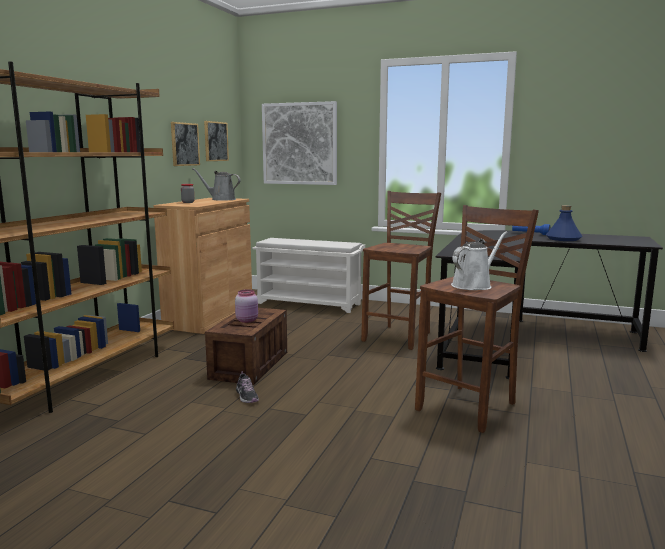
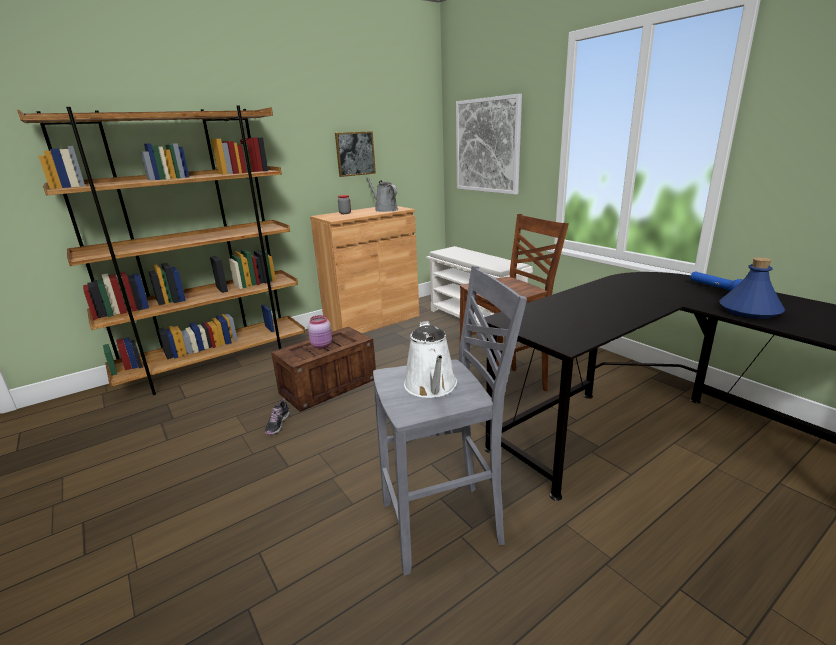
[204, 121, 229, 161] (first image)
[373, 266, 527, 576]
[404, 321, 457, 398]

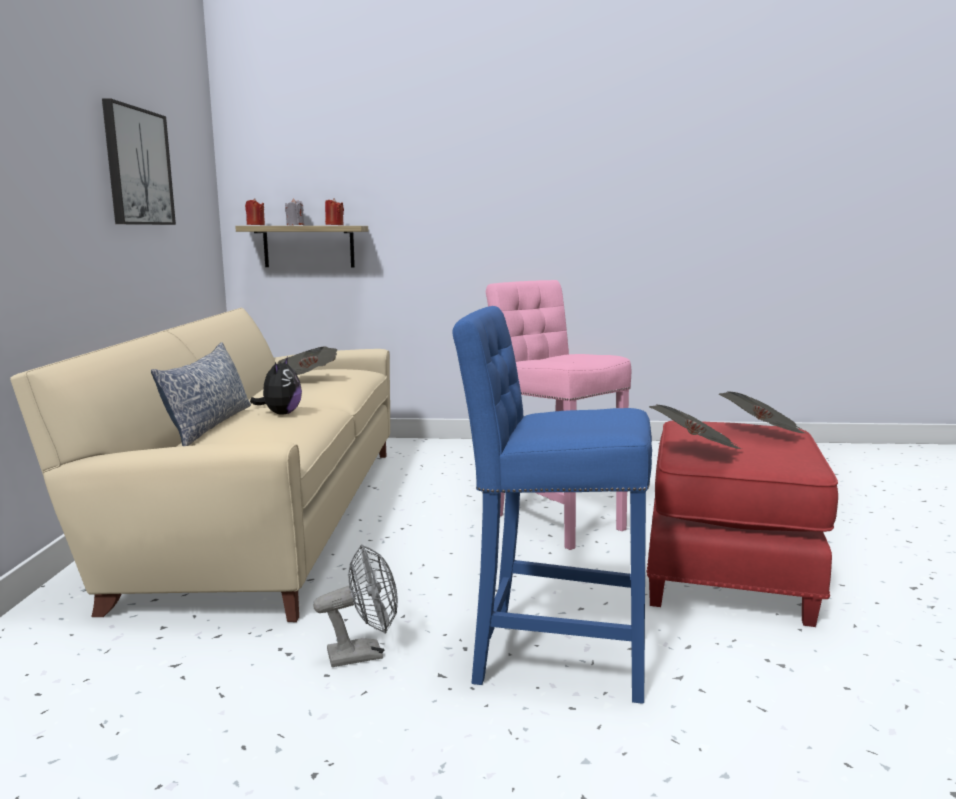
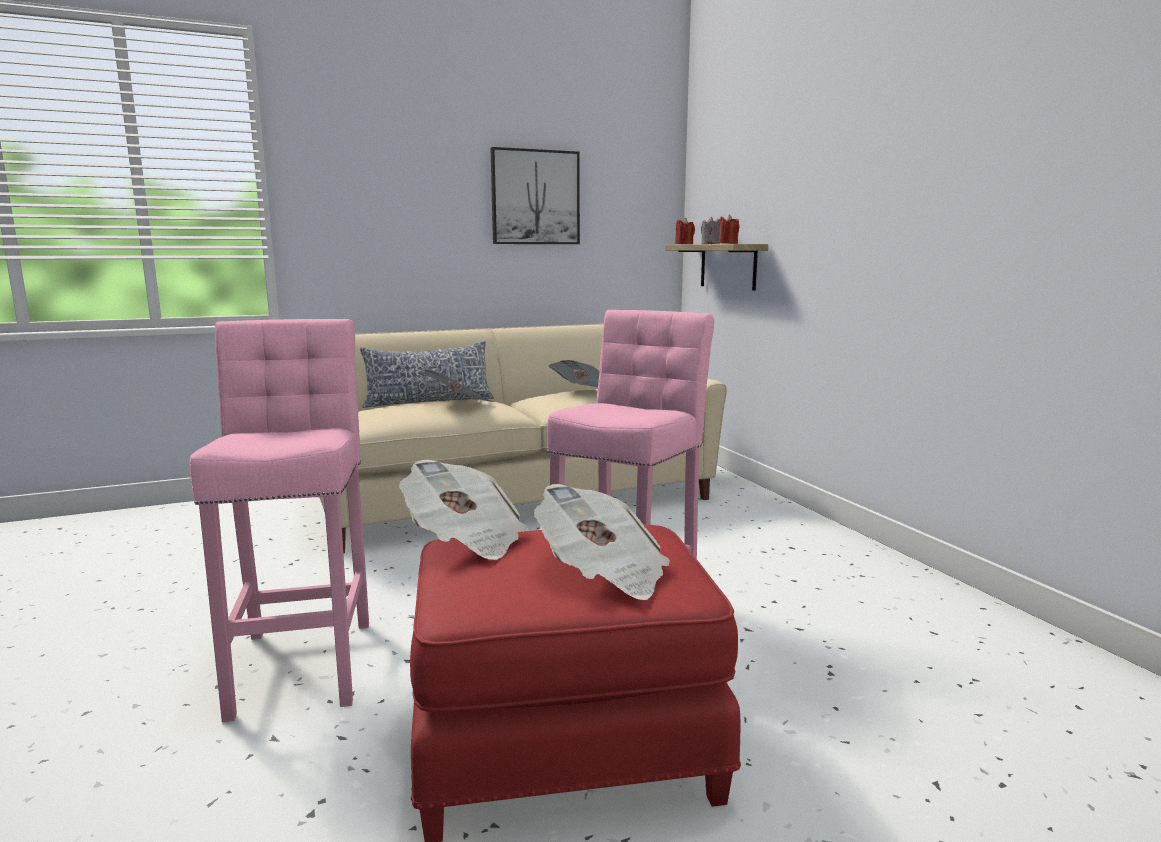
[422, 370, 494, 402]
[313, 544, 398, 667] (first image)
[189, 319, 369, 722]

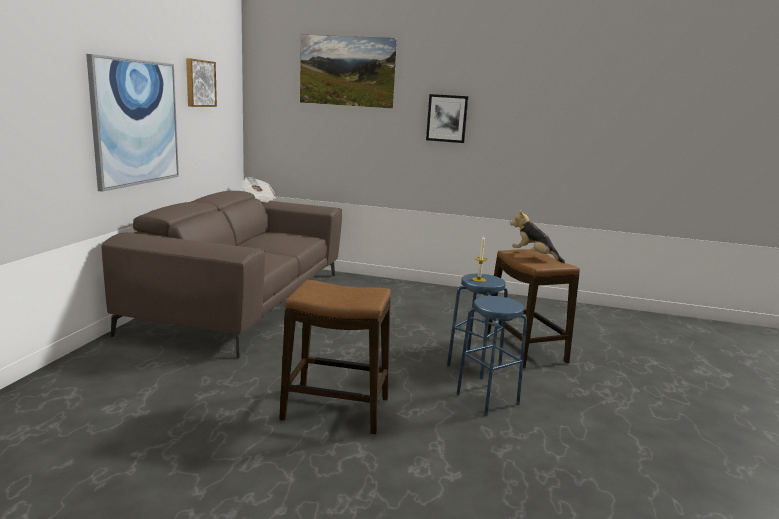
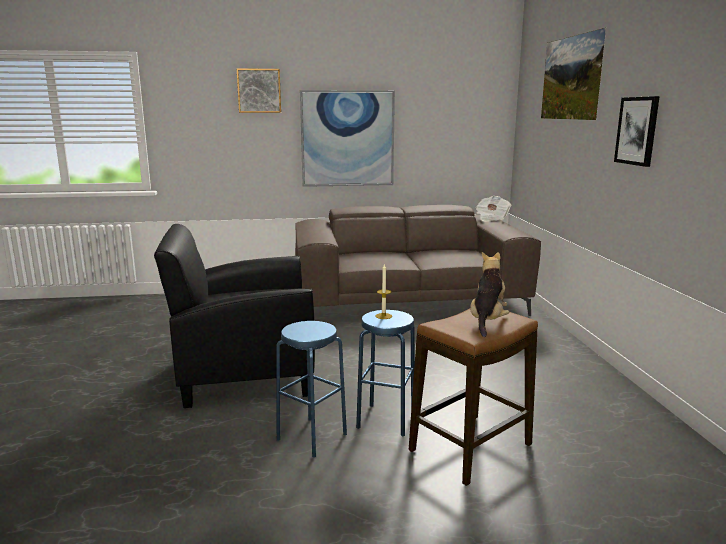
[237, 68, 281, 113]
[154, 224, 315, 408]

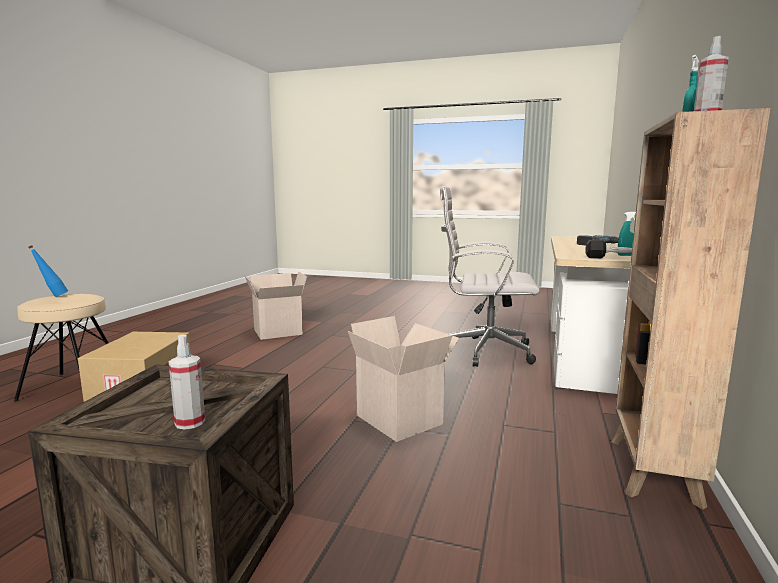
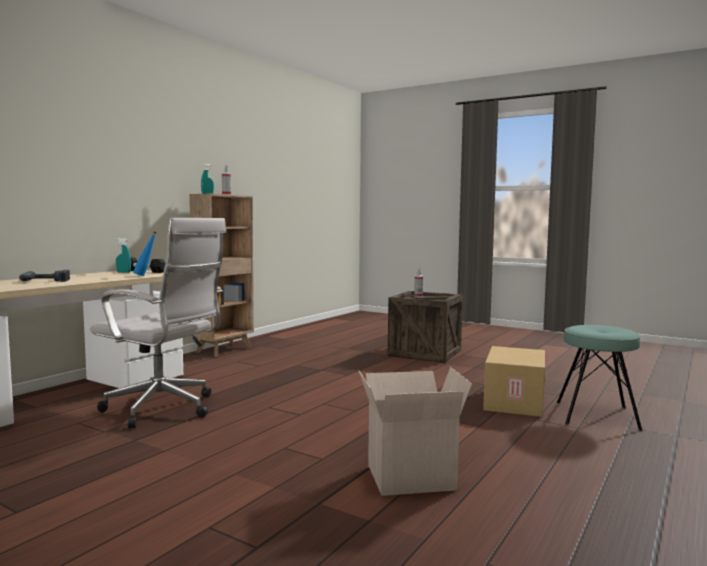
[557, 325, 642, 431]
[133, 231, 157, 276]
[348, 316, 459, 442] (first image)

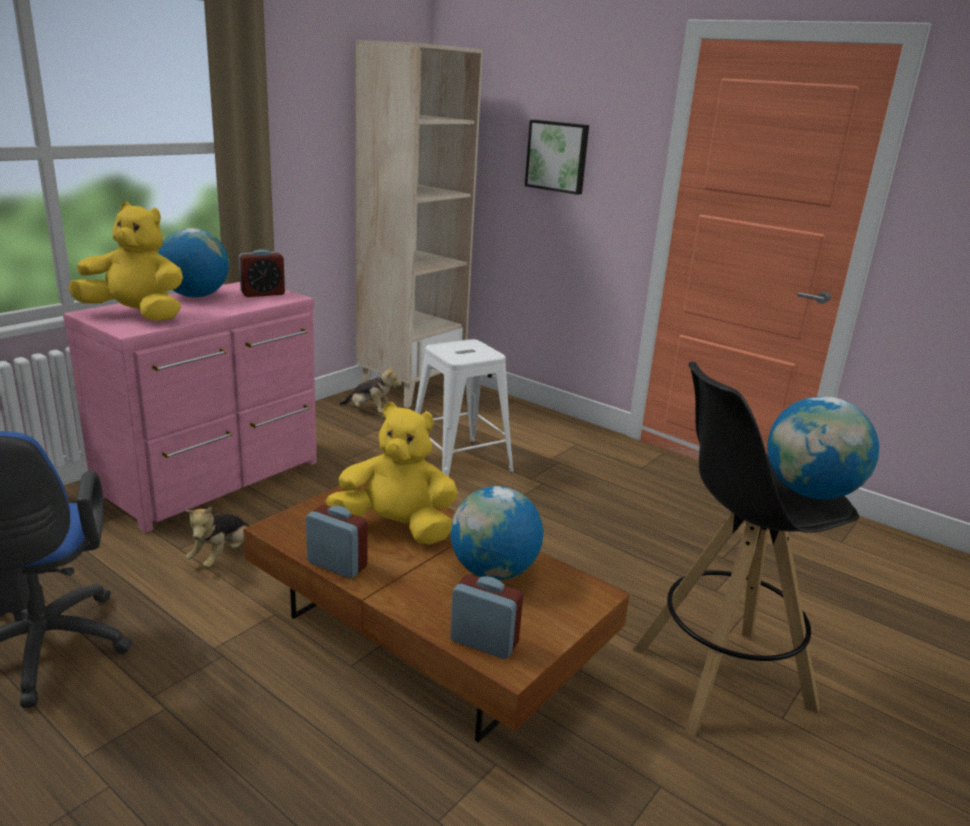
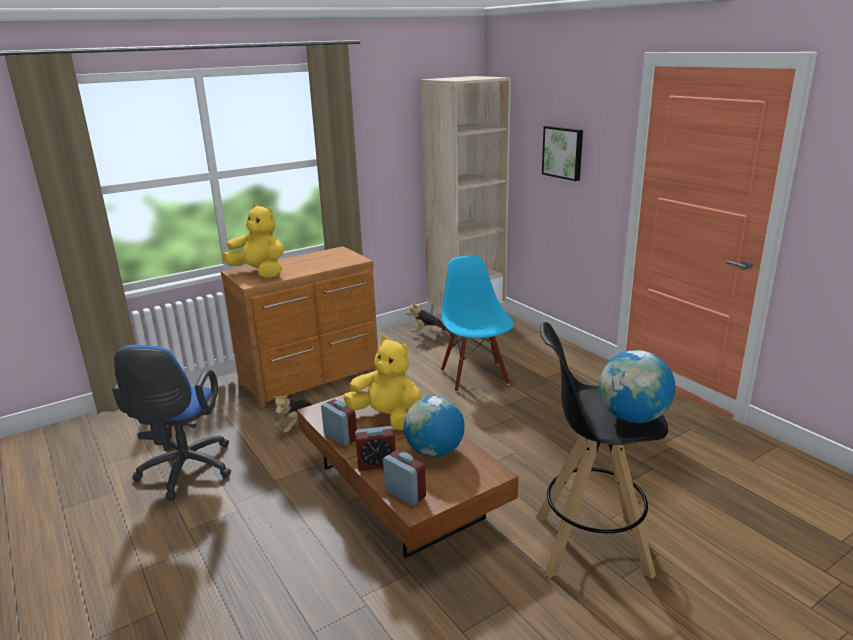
[221, 246, 378, 408]
[158, 228, 229, 297] (first image)
[355, 426, 396, 471]
[406, 301, 452, 336]
[441, 255, 514, 392]

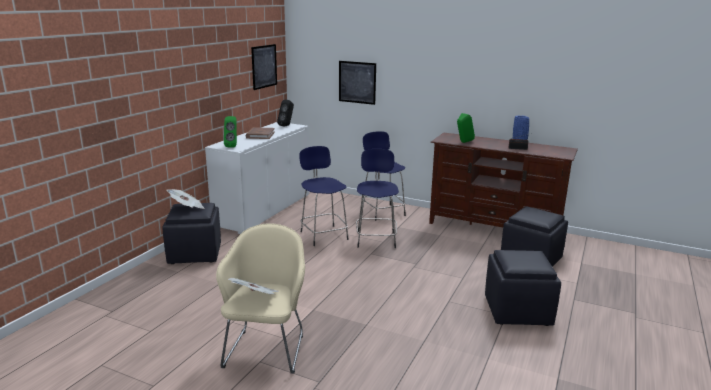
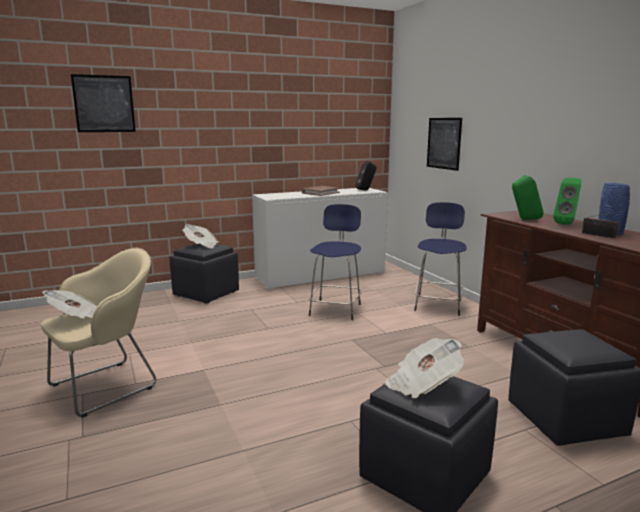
[553, 178, 582, 225]
[71, 74, 136, 132]
[356, 149, 399, 248] (first image)
[385, 338, 464, 398]

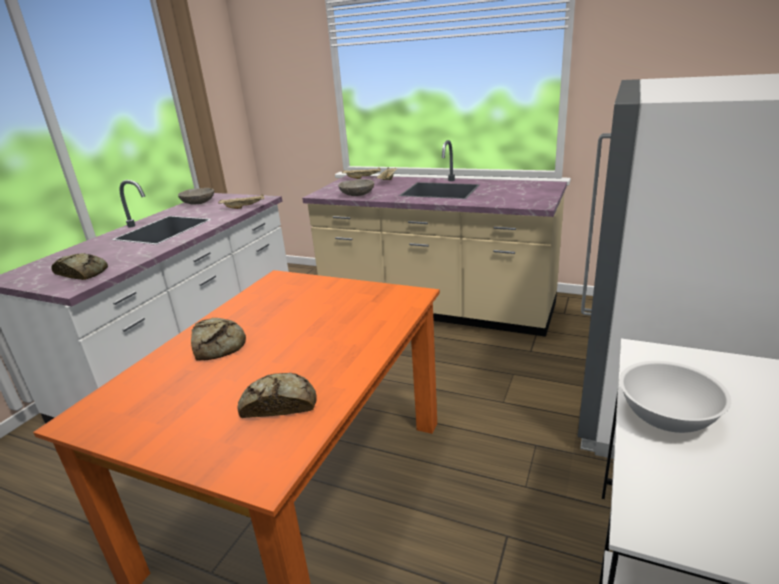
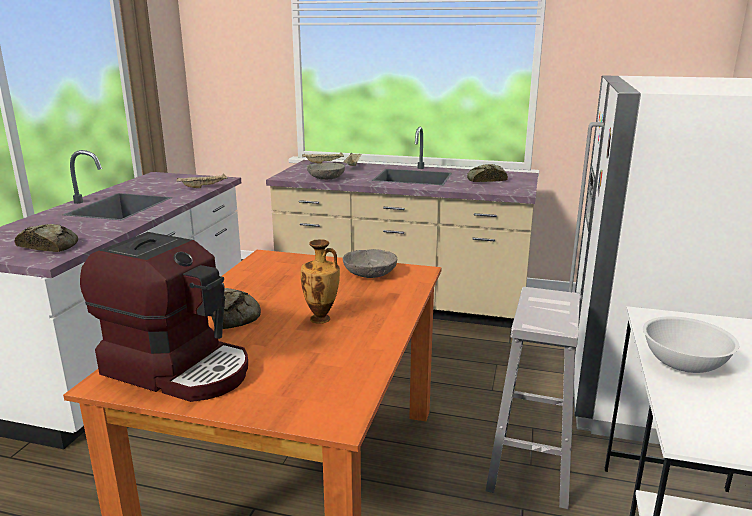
[342, 249, 398, 278]
[467, 164, 508, 182]
[80, 232, 248, 402]
[301, 239, 340, 324]
[486, 287, 580, 509]

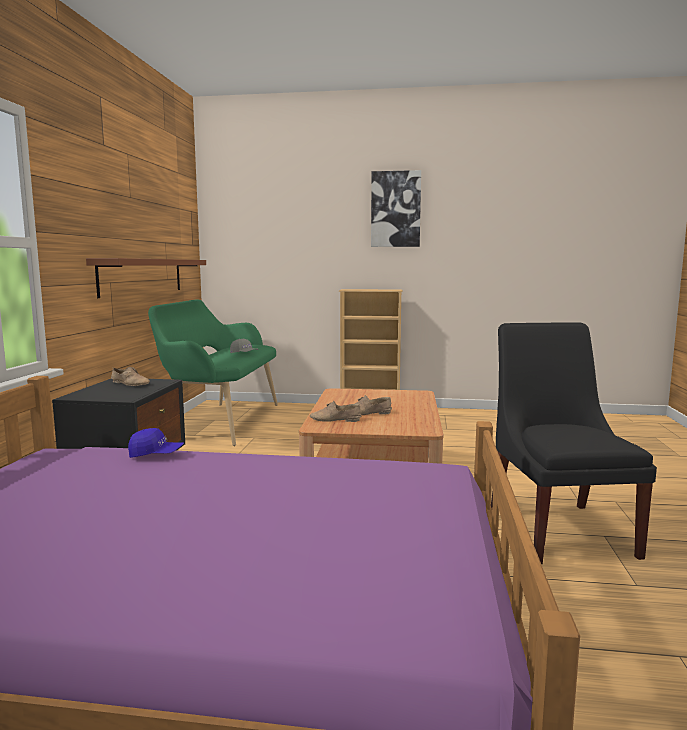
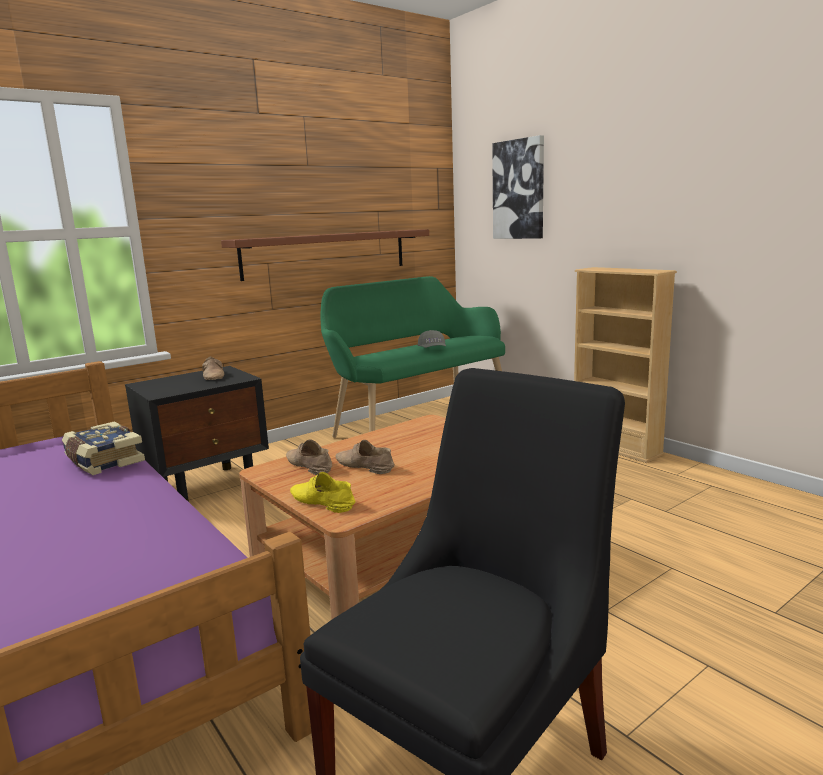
[62, 421, 145, 475]
[492, 135, 544, 239]
[290, 472, 355, 513]

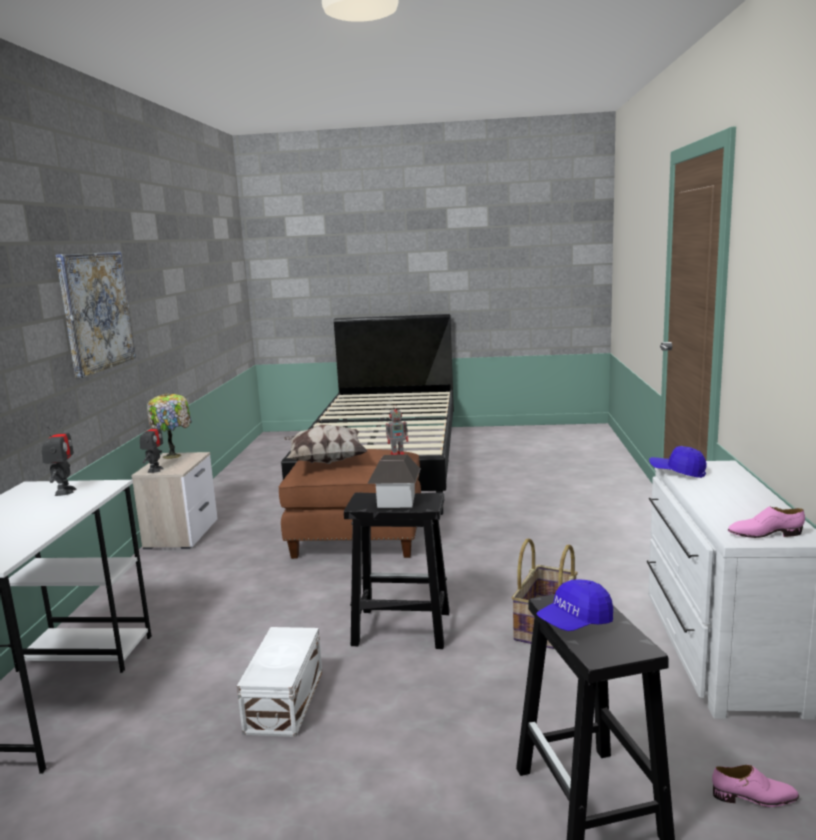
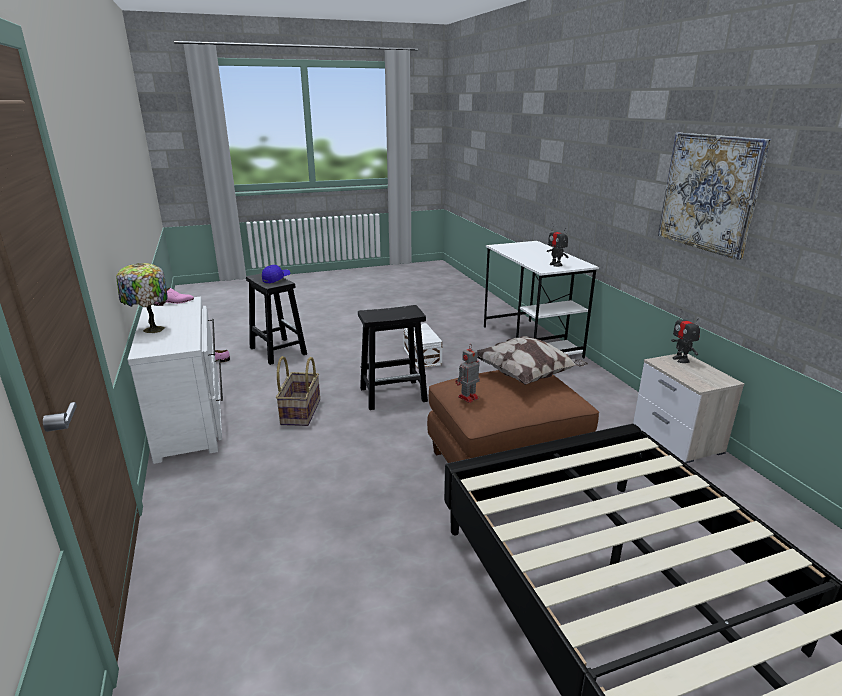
[116, 263, 167, 333]
[367, 454, 421, 508] (first image)
[649, 446, 706, 478] (first image)

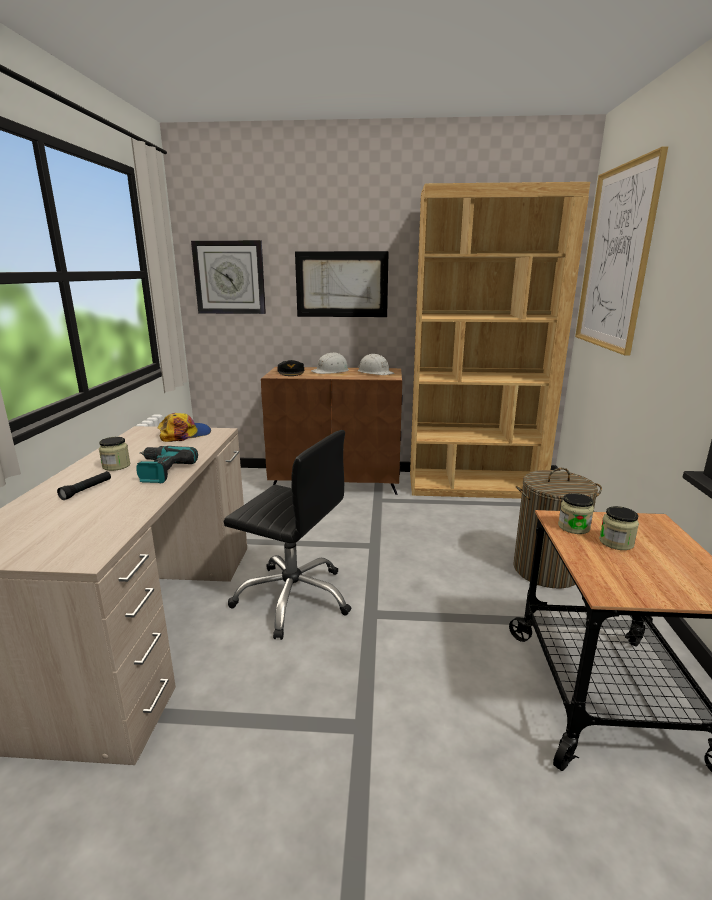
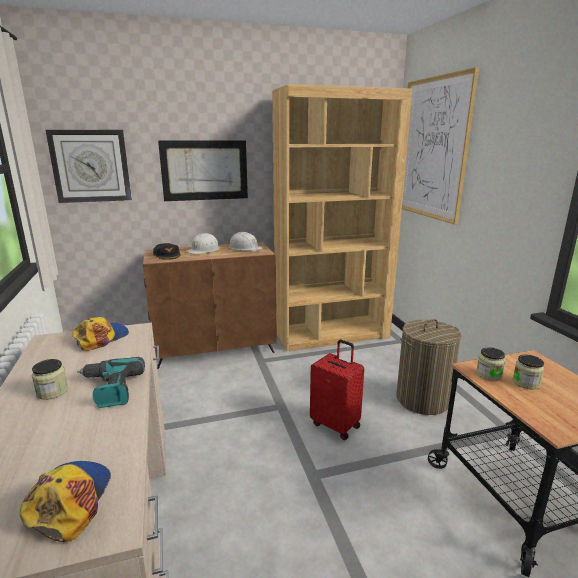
[57, 471, 111, 500] (first image)
[224, 430, 352, 640] (first image)
[20, 461, 111, 542]
[310, 339, 364, 440]

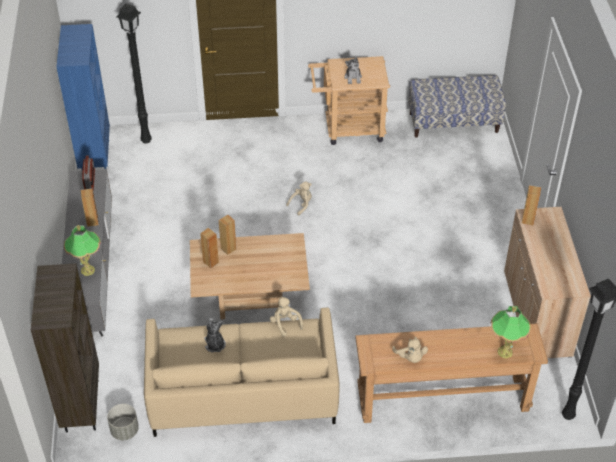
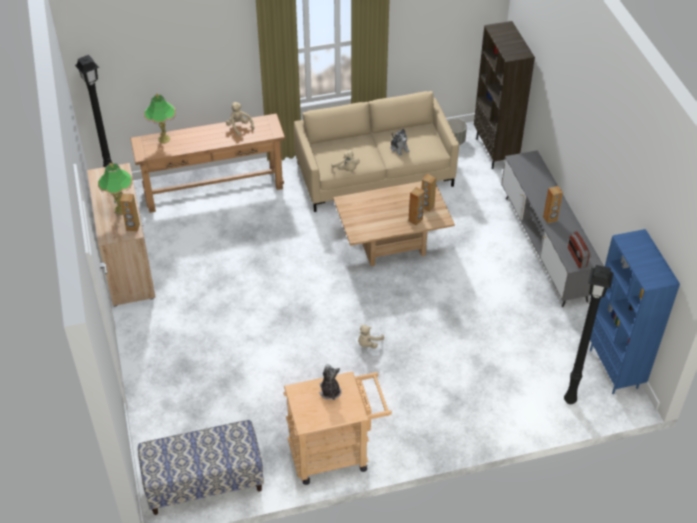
[98, 163, 133, 214]

